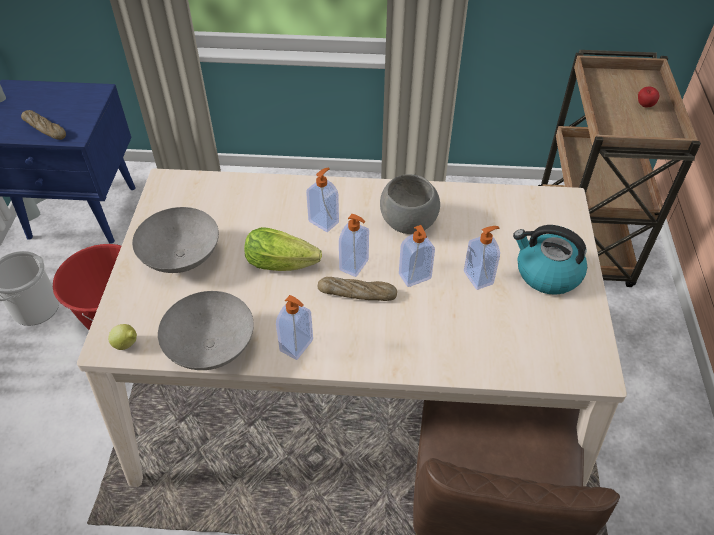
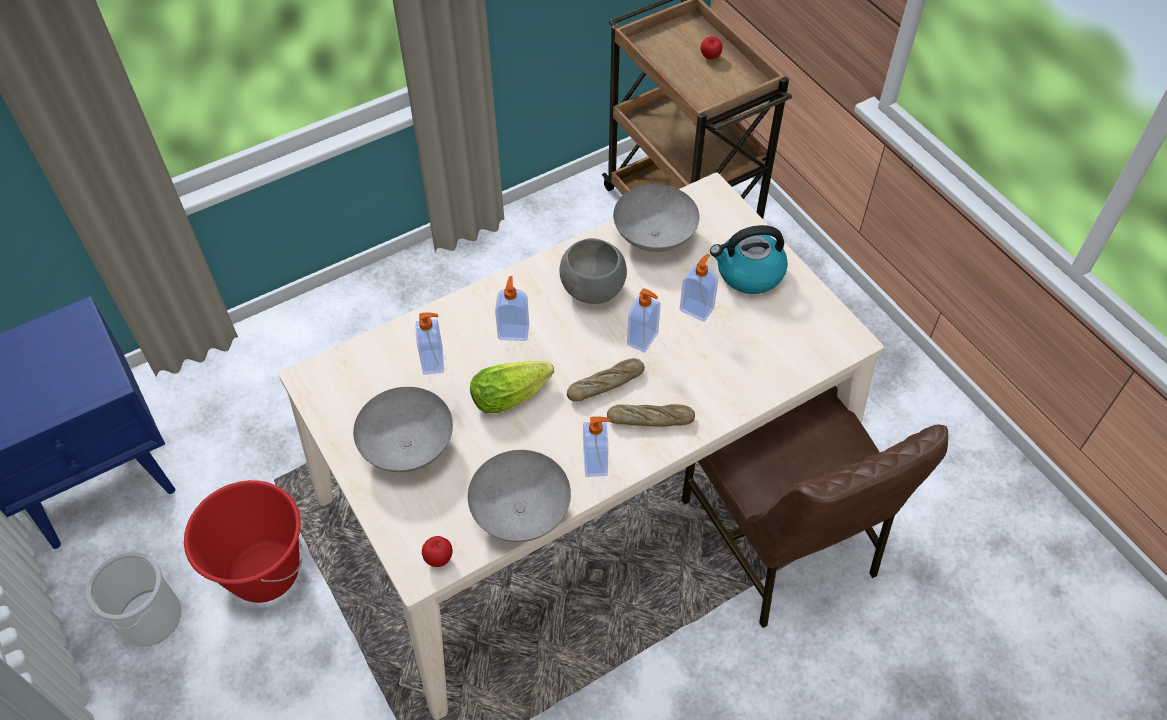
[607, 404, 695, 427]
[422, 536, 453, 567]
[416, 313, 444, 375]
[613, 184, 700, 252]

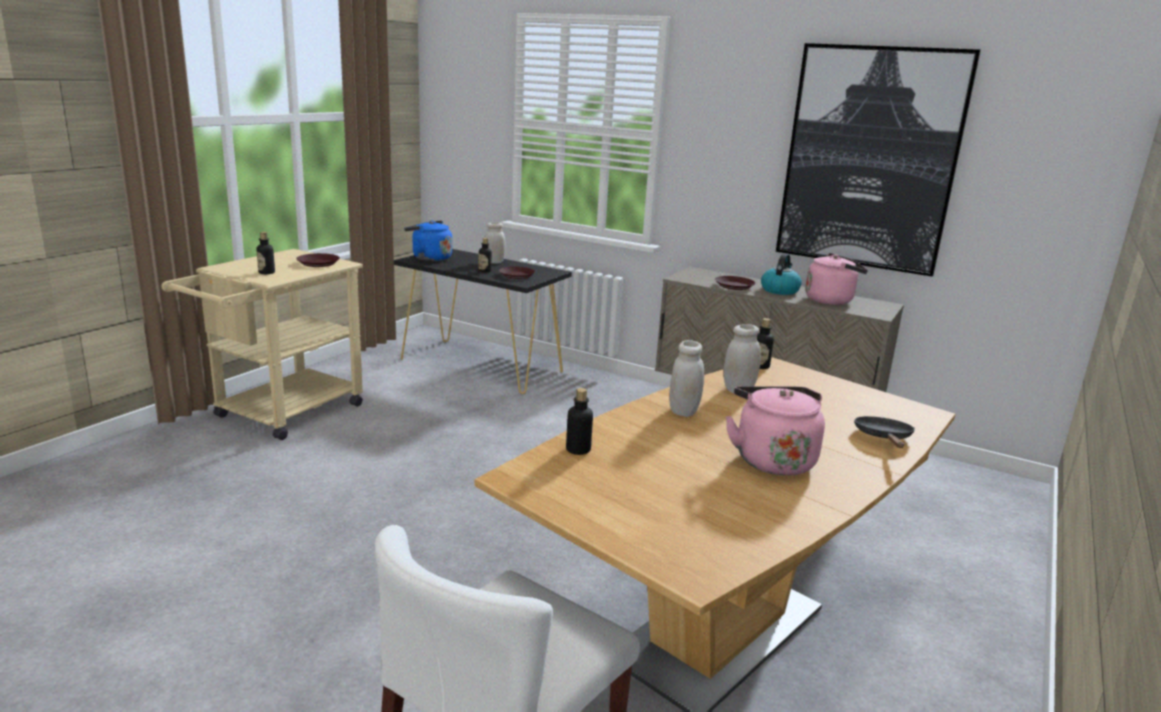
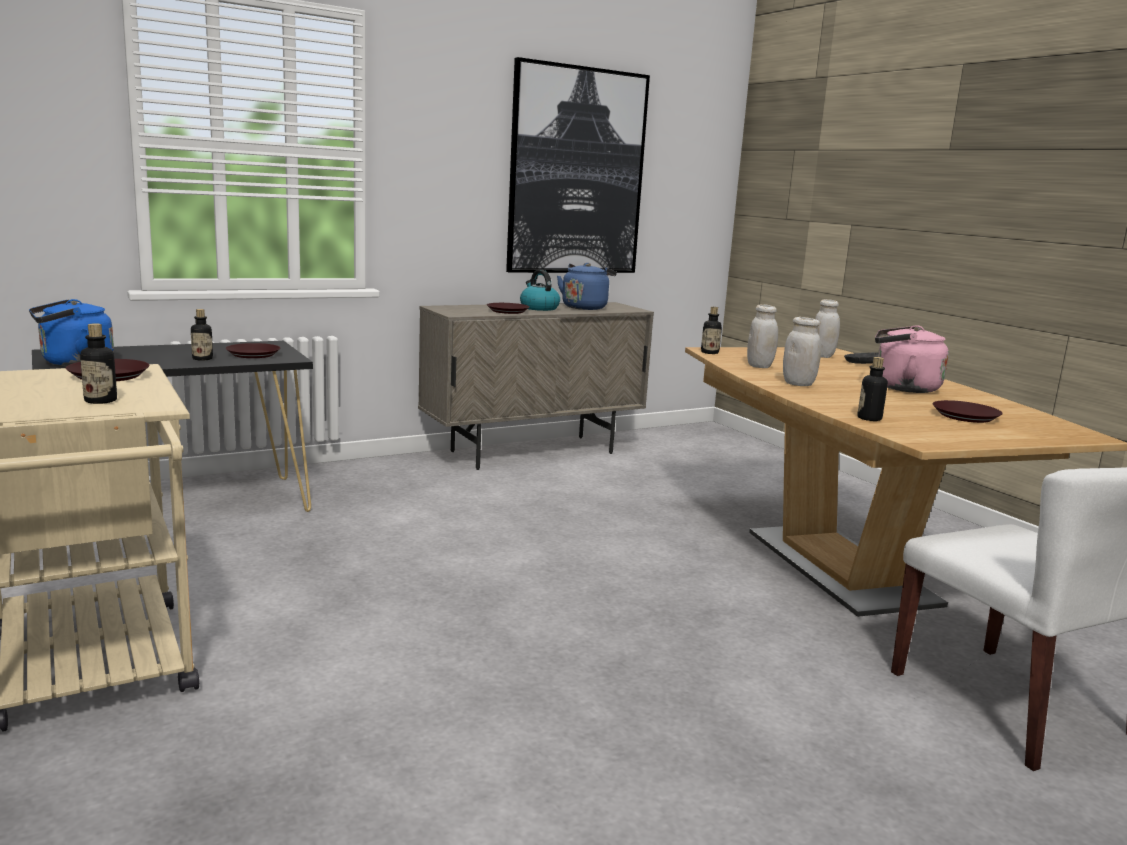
[815, 299, 840, 358]
[557, 263, 617, 310]
[933, 400, 1003, 423]

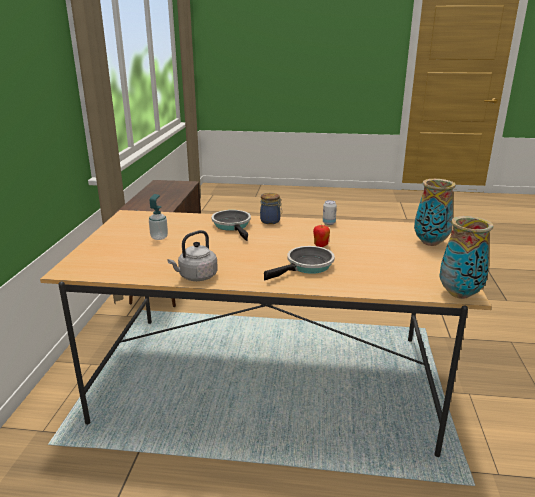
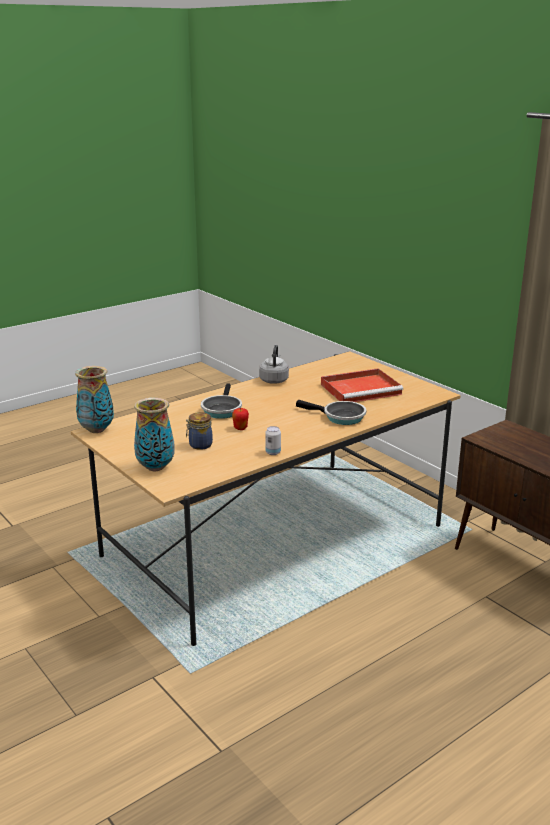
[321, 368, 403, 402]
[186, 412, 213, 450]

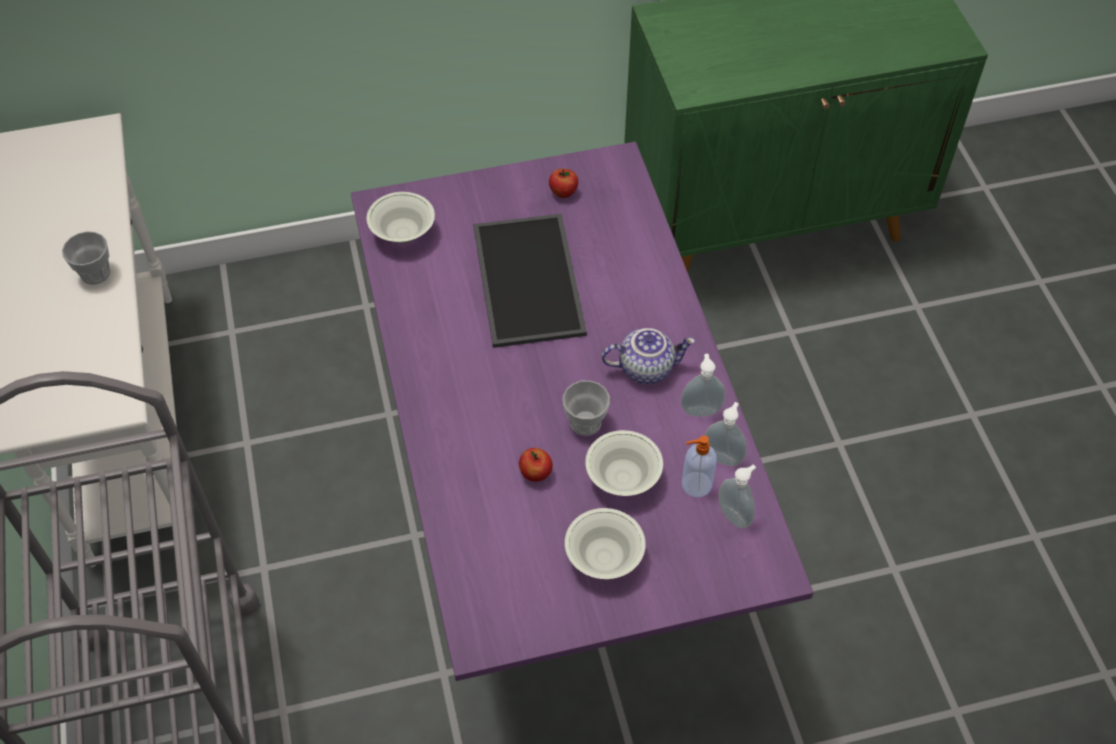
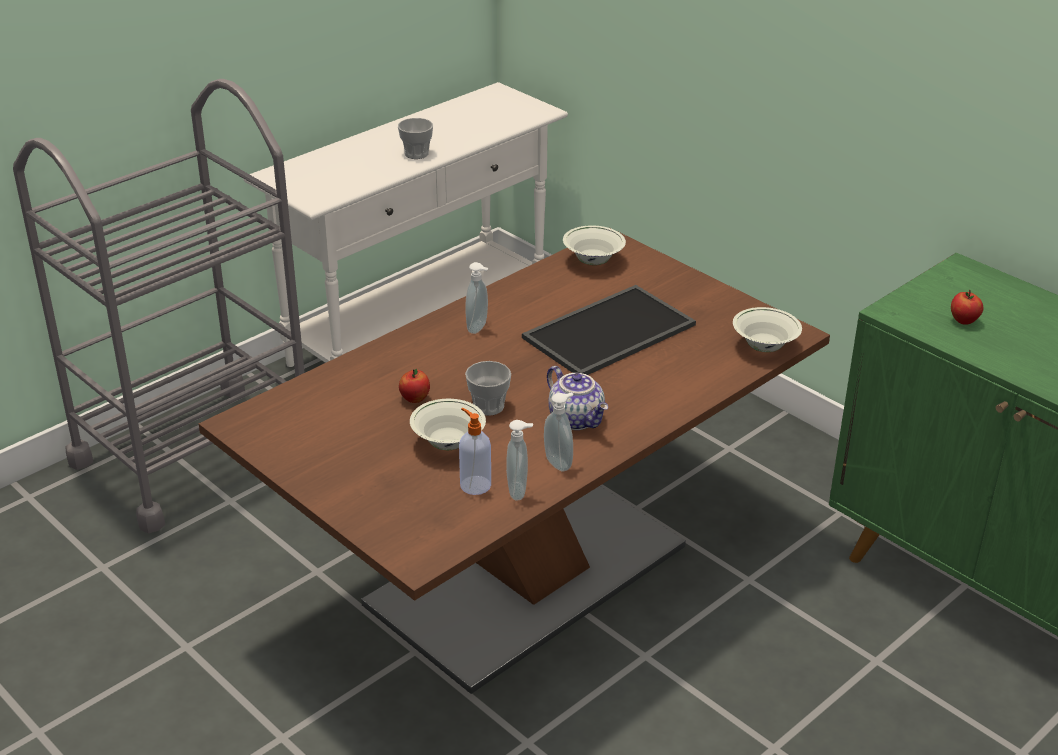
[199, 227, 830, 694]
[951, 290, 984, 325]
[733, 307, 802, 352]
[465, 262, 489, 334]

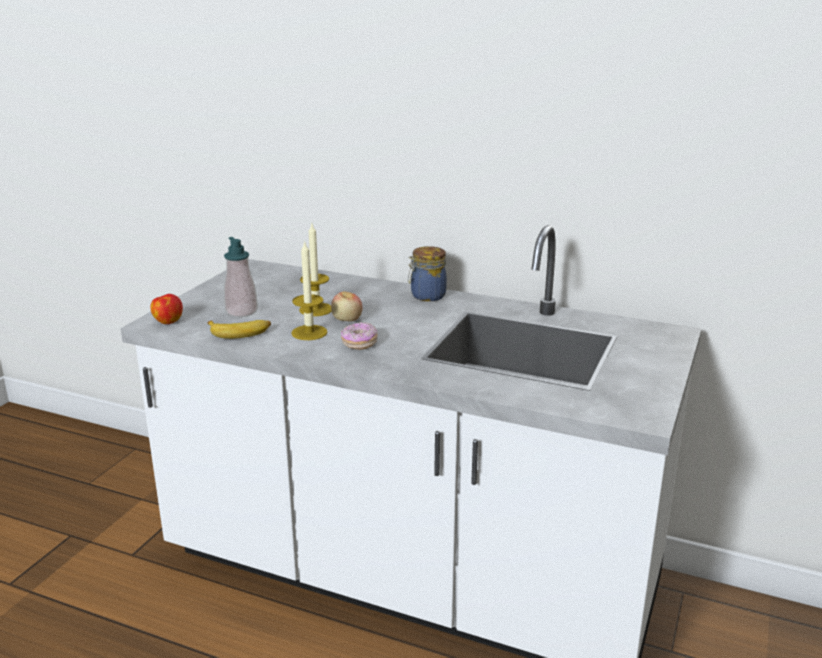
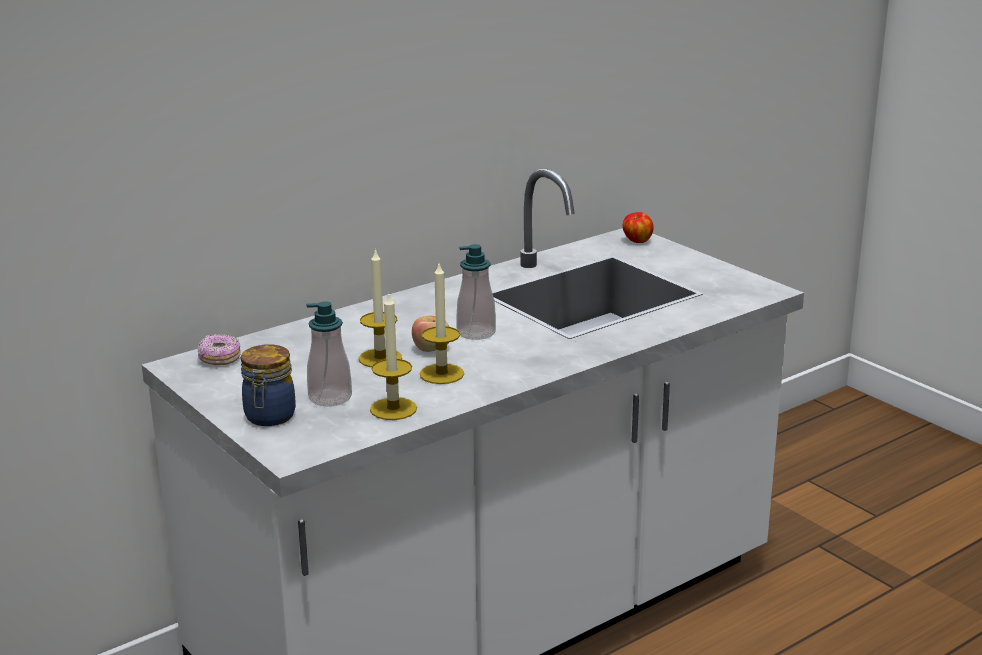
[623, 212, 654, 243]
[370, 292, 417, 420]
[198, 334, 241, 366]
[241, 344, 296, 426]
[456, 244, 496, 340]

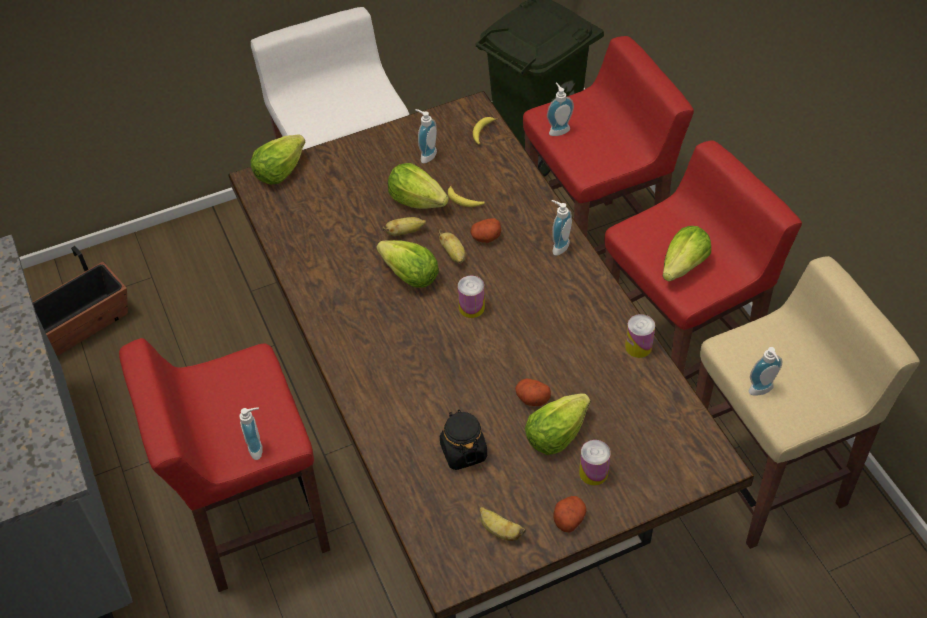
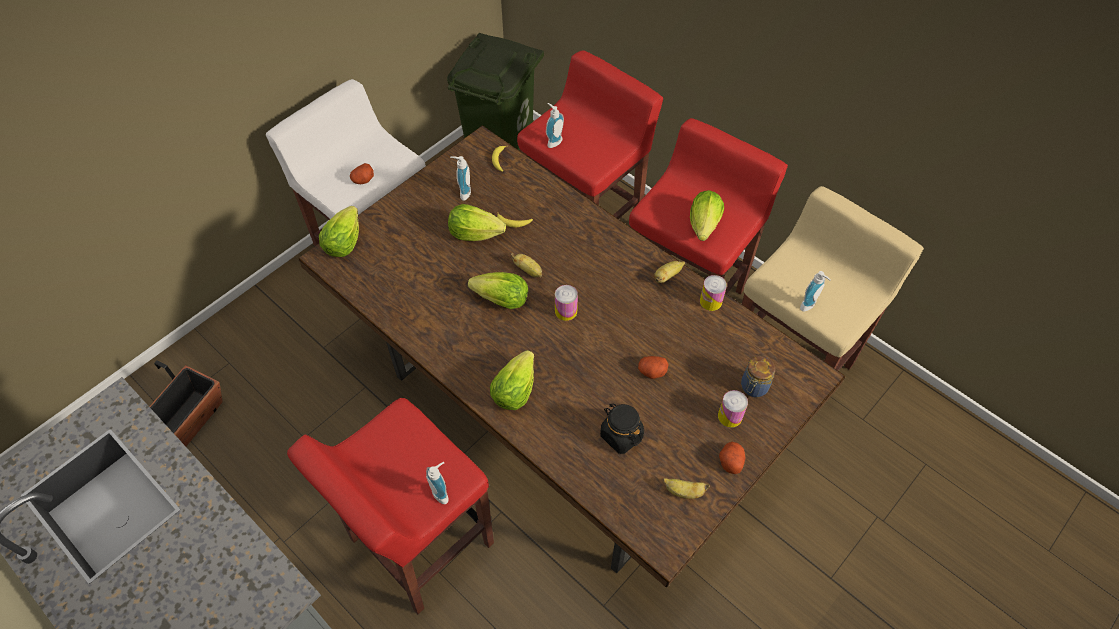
[654, 261, 685, 283]
[350, 163, 374, 184]
[490, 350, 534, 410]
[551, 200, 572, 256] (first image)
[741, 356, 775, 397]

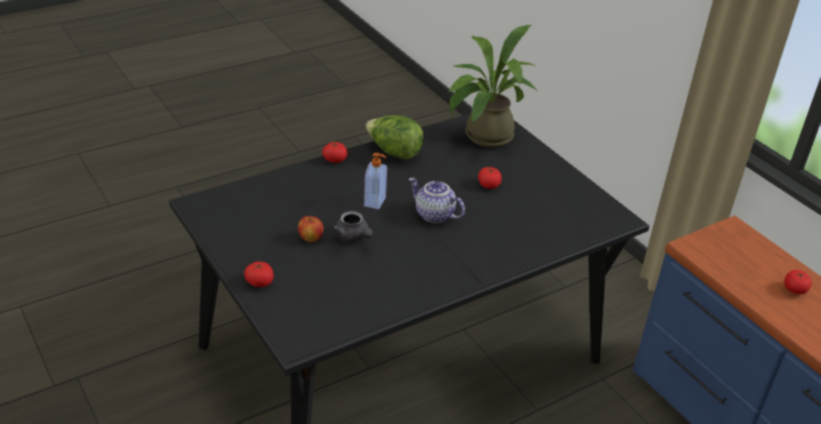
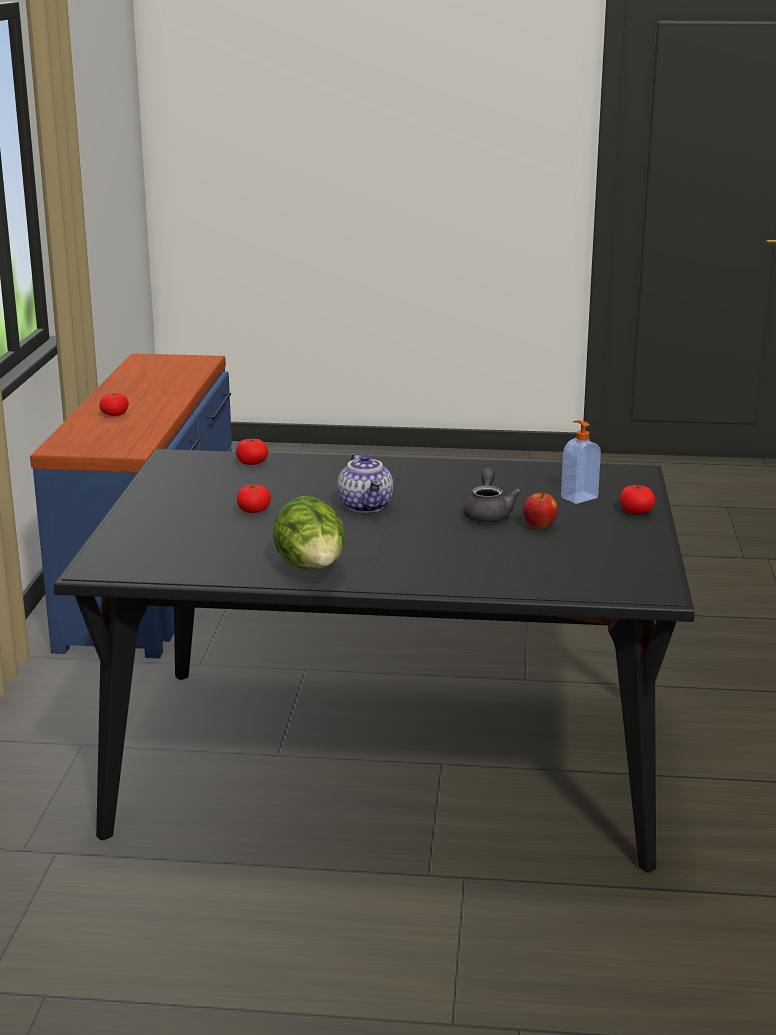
[236, 438, 268, 465]
[561, 420, 601, 504]
[448, 25, 536, 148] (first image)

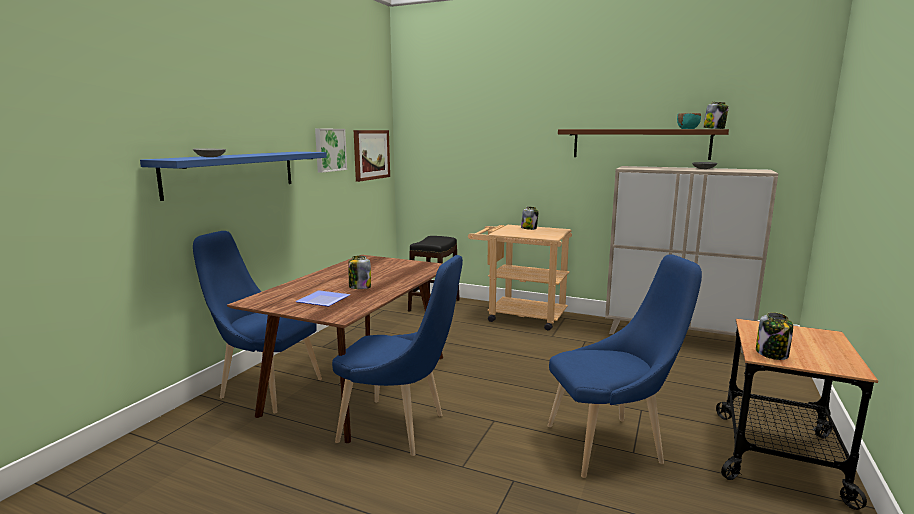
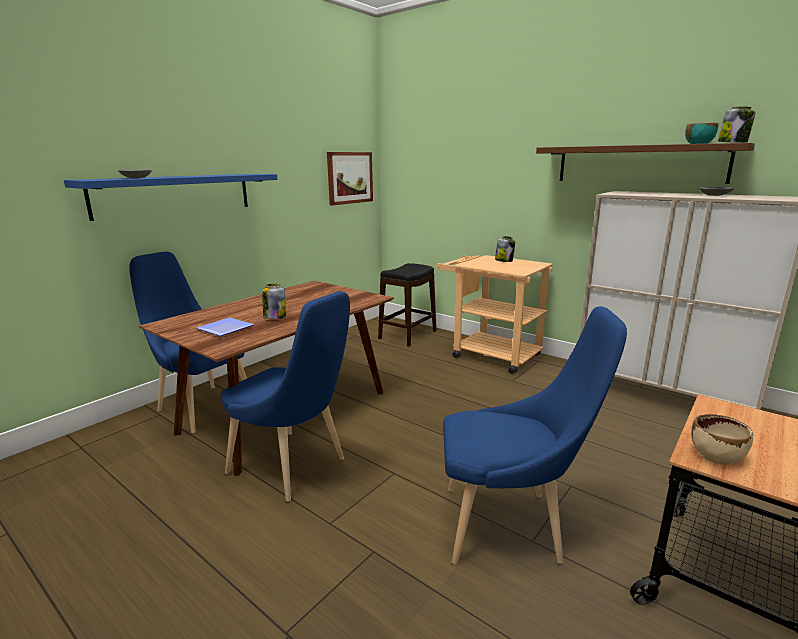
[315, 129, 347, 173] (first image)
[692, 414, 753, 465]

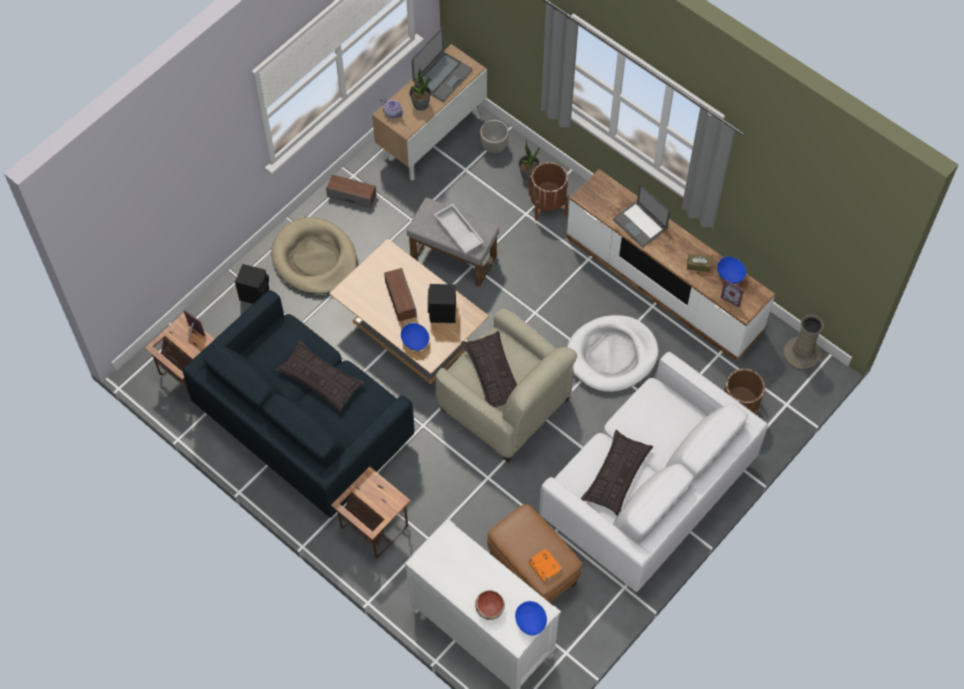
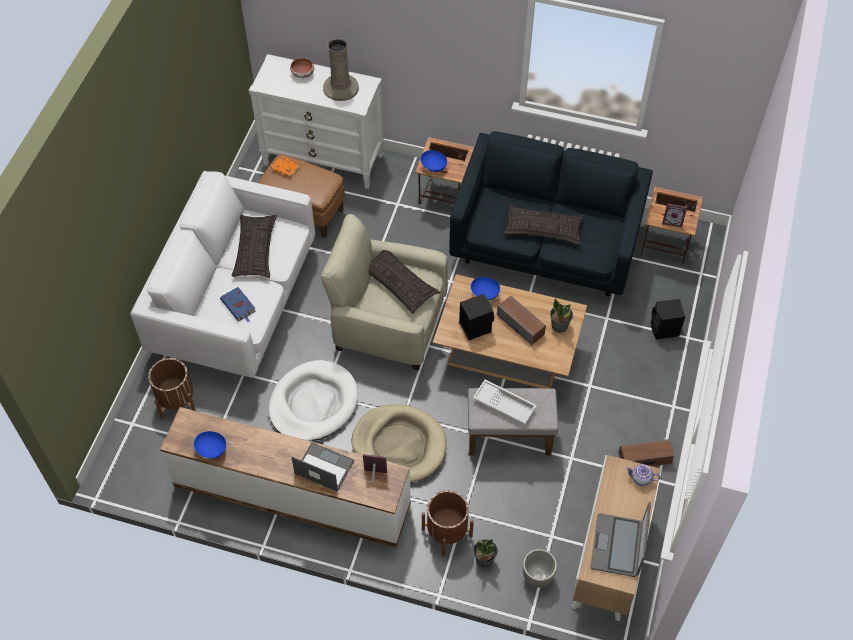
[352, 404, 447, 483]
[550, 299, 573, 333]
[421, 150, 447, 172]
[687, 254, 712, 272] (first image)
[363, 454, 387, 482]
[323, 37, 359, 101]
[220, 287, 256, 322]

